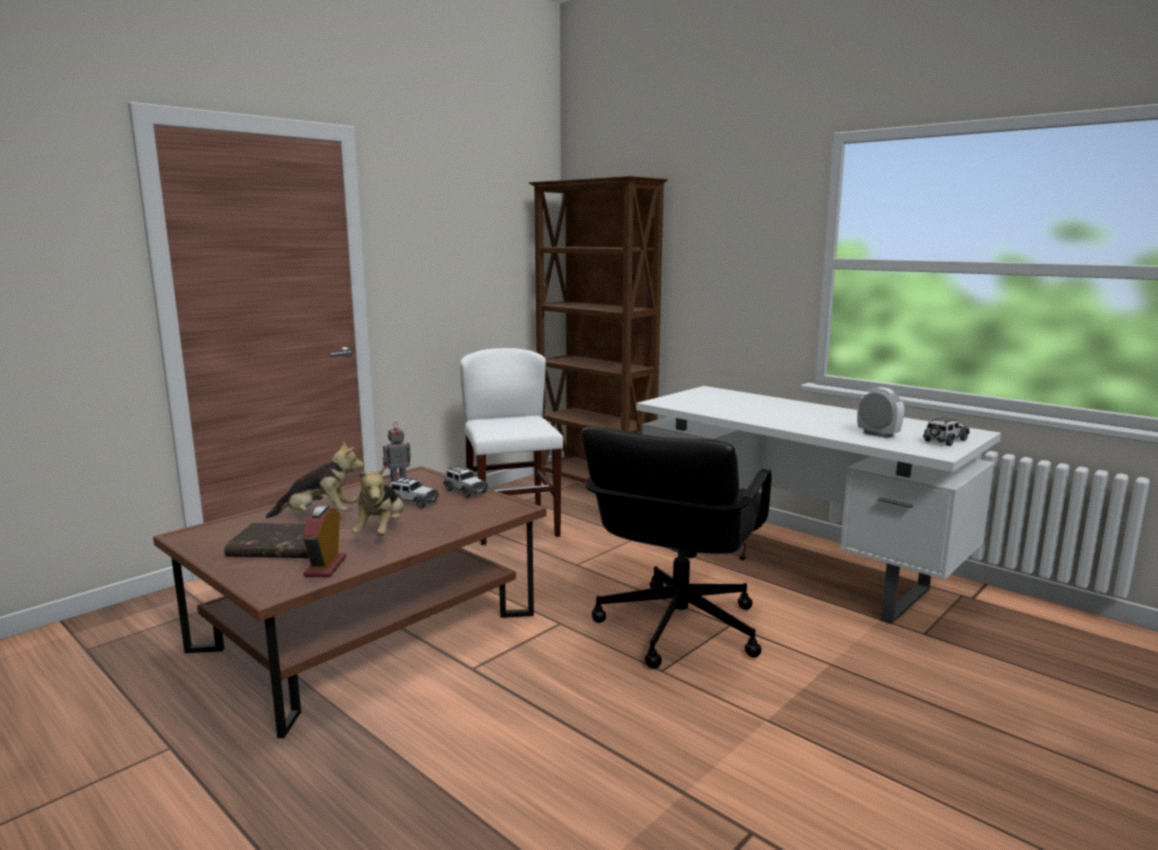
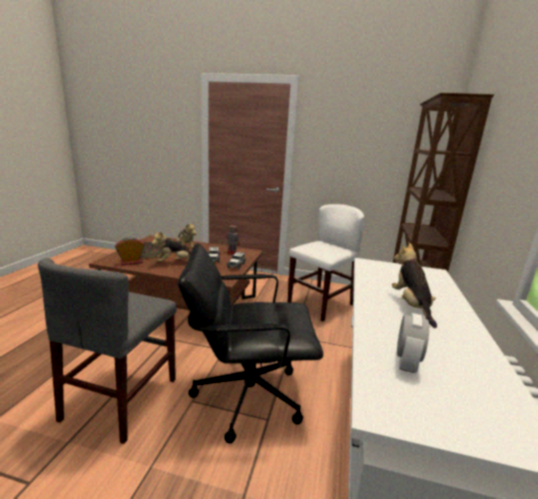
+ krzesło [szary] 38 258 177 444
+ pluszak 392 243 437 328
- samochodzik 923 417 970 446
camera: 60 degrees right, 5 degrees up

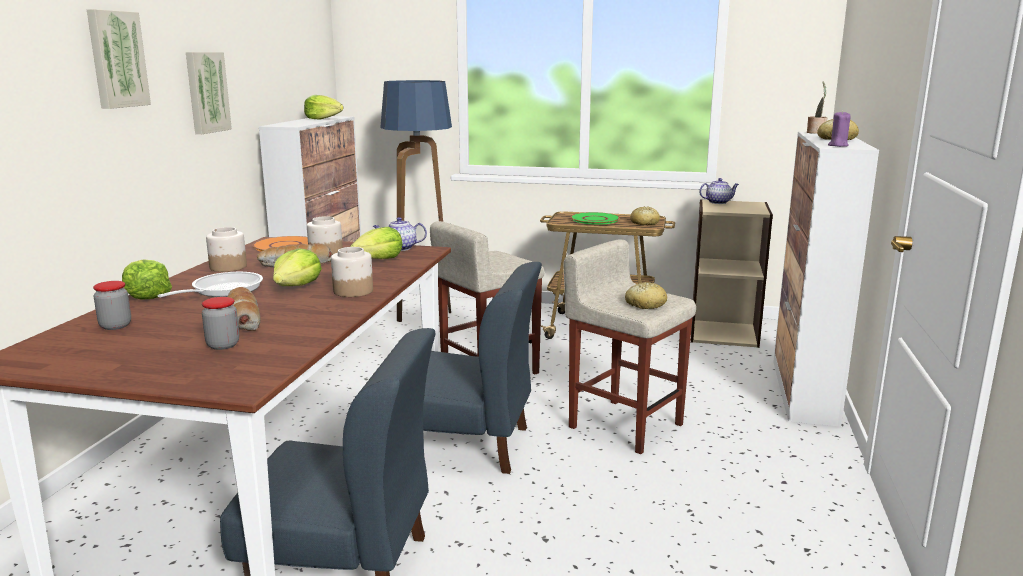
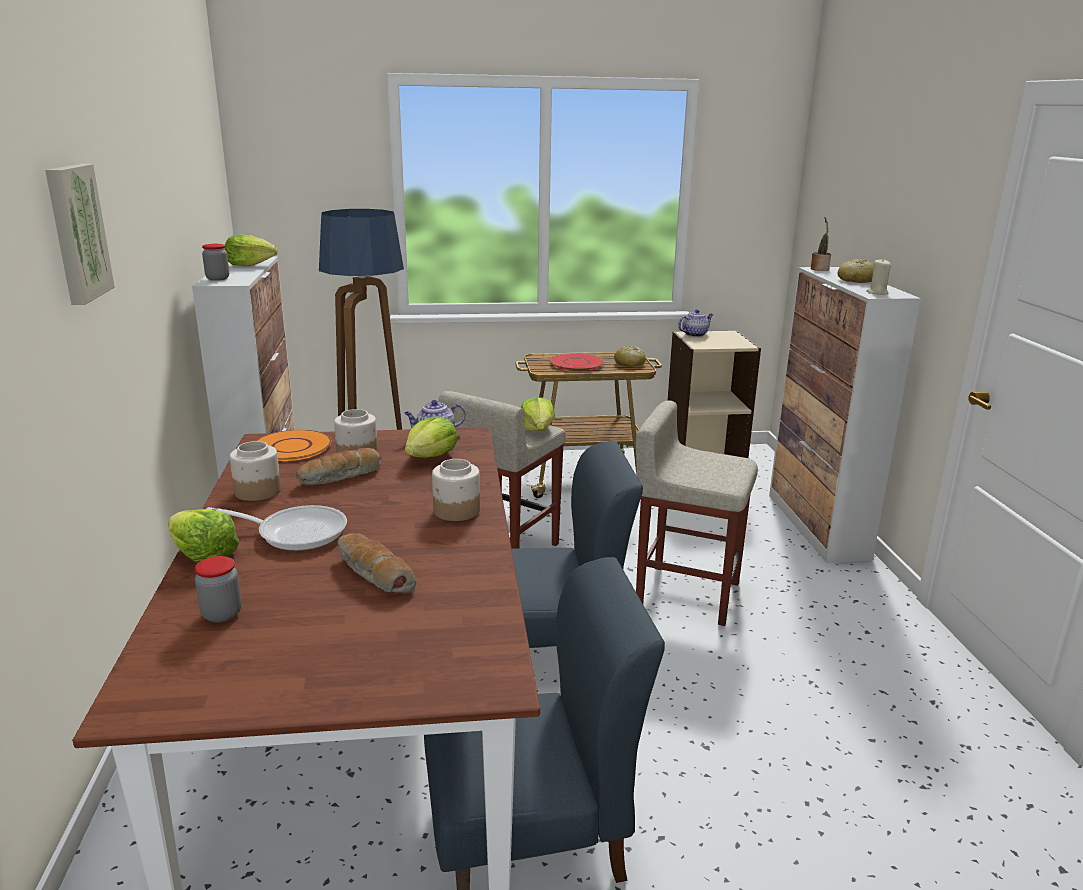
~ słoik 202 297 239 350 to 202 244 229 281
~ patelnia 158 272 263 297 = 207 505 347 551 90 degrees clockwise
~ sałata 273 248 322 286 to 521 397 555 431
~ talerz [zielony] 570 212 620 225 to talerz [czerwony] 550 353 604 371
~ świeca [fioletowy] 828 111 851 147 to świeca [beżowy] 866 259 891 295
- obraz 186 52 232 134
- chleb 625 282 667 309
camera: 20 degrees left, 5 degrees up

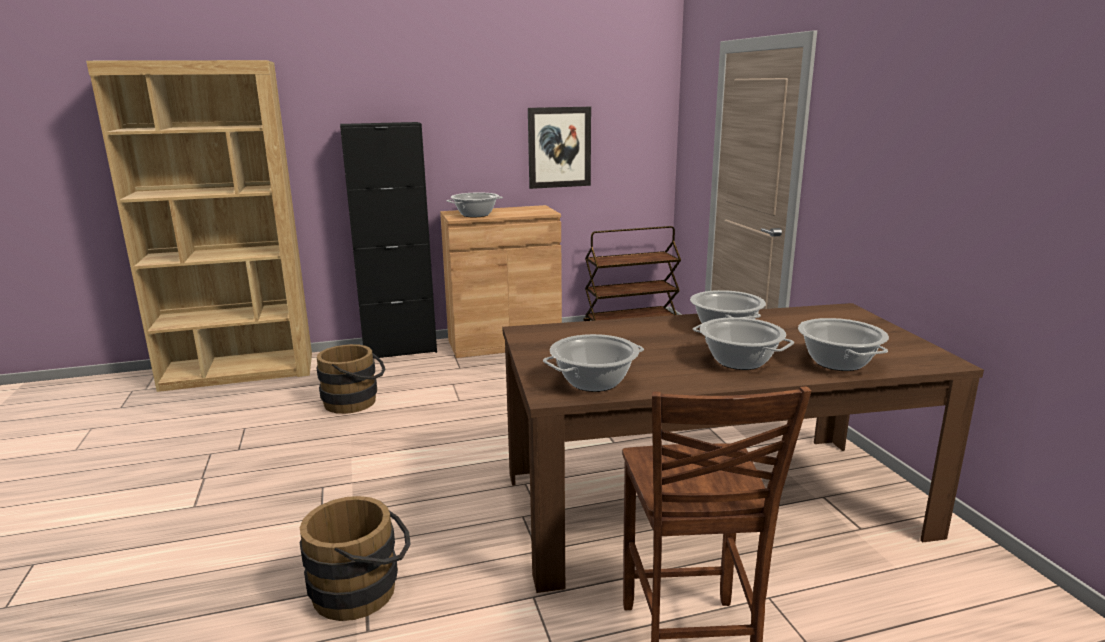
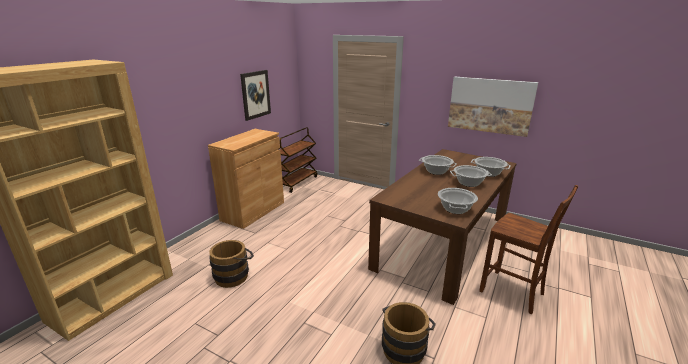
+ obraz 448 77 538 137
- szafka [czarny] 340 122 437 359
- garnek 446 193 503 217
camera: 45 degrees left, 5 degrees up

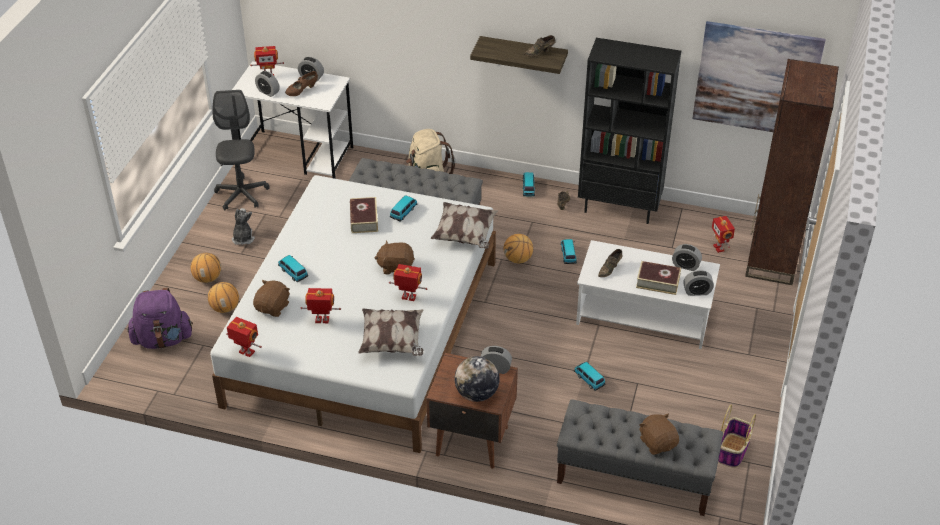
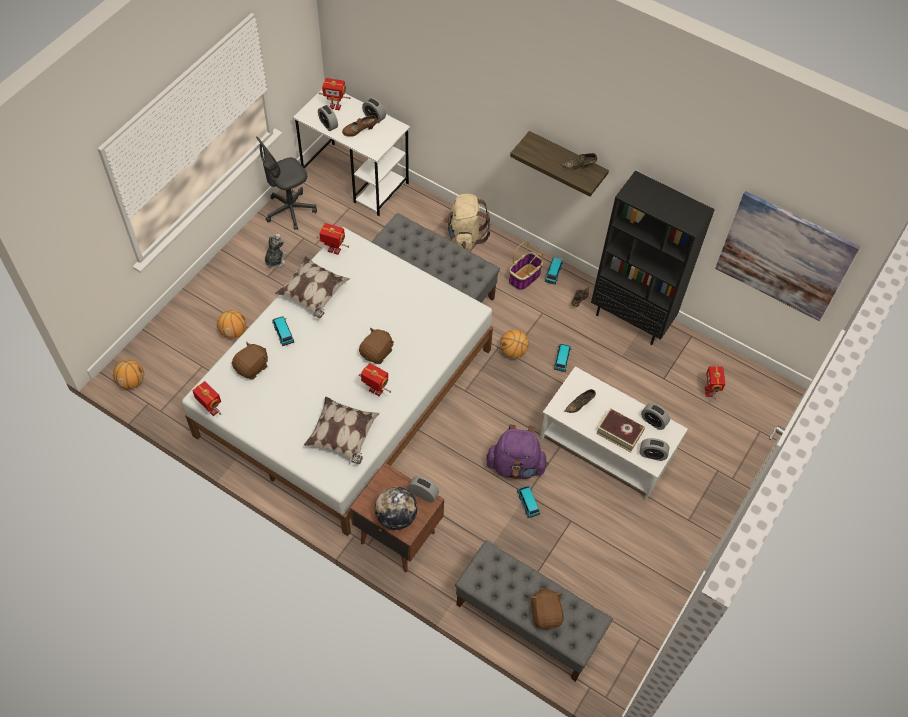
~ piłka do koszykówki 190 253 221 283 to 113 360 144 389
~ krzesło biurowe [szary] 212 90 270 210 = 256 136 317 230 135 degrees counterclockwise
~ poduszka 431 202 498 249 to 275 256 350 318
~ robot zabawkowy 300 288 341 323 to 316 223 349 255
~ pluszak [brązowy] 374 240 415 274 = 359 327 394 364 105 degrees clockwise
~ plecak [fioletowy] 128 288 193 349 to 486 425 548 479
~ koszyk 718 404 756 468 to 509 241 543 290
- książka 350 197 378 233
- samochodzik 390 195 418 222
- regał [brązowy] 745 59 839 285
camera: 15 degrees right, 15 degrees up

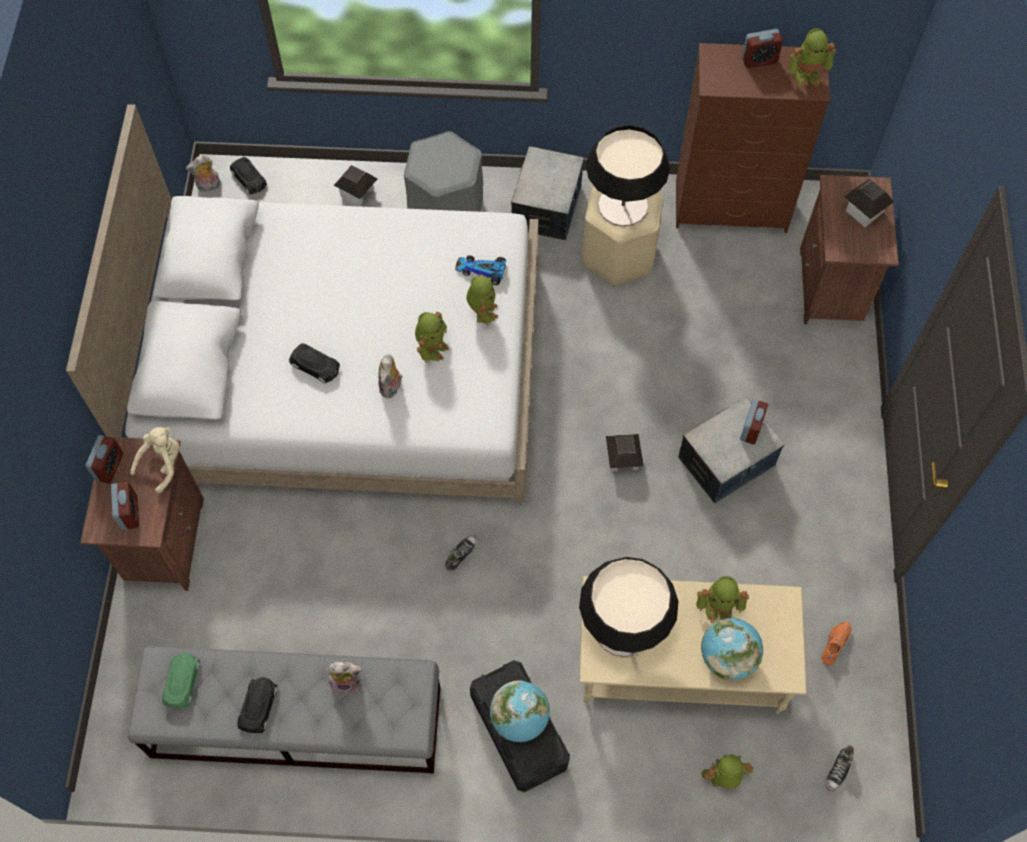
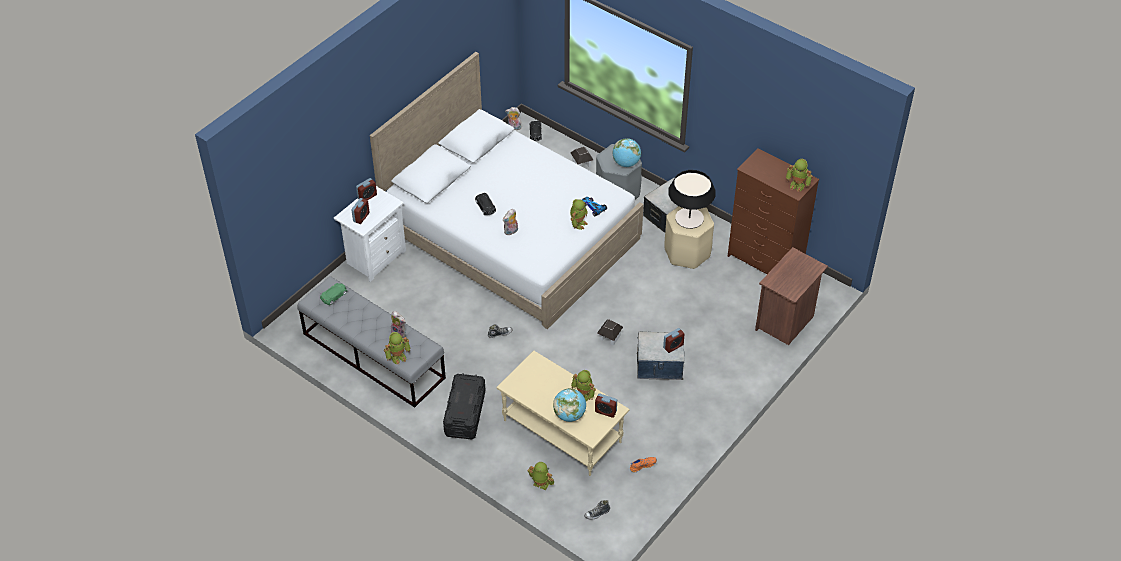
~ szafka nocna [brązowy] 80 437 204 591 to szafka nocna [biały] 334 186 406 282
~ robot zabawkowy 415 312 449 363 to 384 332 410 364
~ budzik 742 29 783 68 to 595 393 617 418
~ globus 490 681 550 742 to 612 138 641 167
- pluszak [beżowy] 130 427 179 493
- samochodzik [czarny] 237 677 277 734
- lampa stołowa 579 557 678 657
- domek 844 179 894 227
camera: 35 degrees right, 15 degrees down

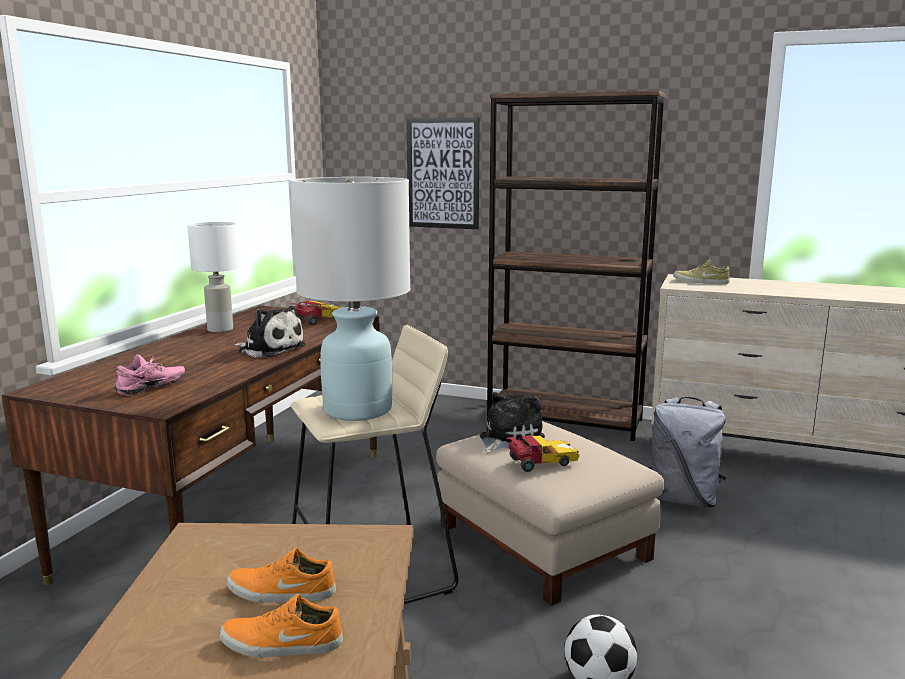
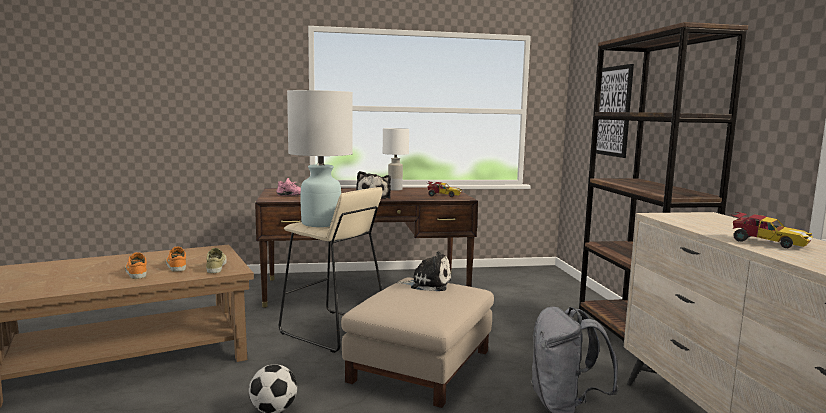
~ but [beżowy] 673 259 730 284 to 206 248 227 273
~ samochodzik 506 435 580 472 to 730 212 813 248
camera: 60 degrees right, 5 degrees down

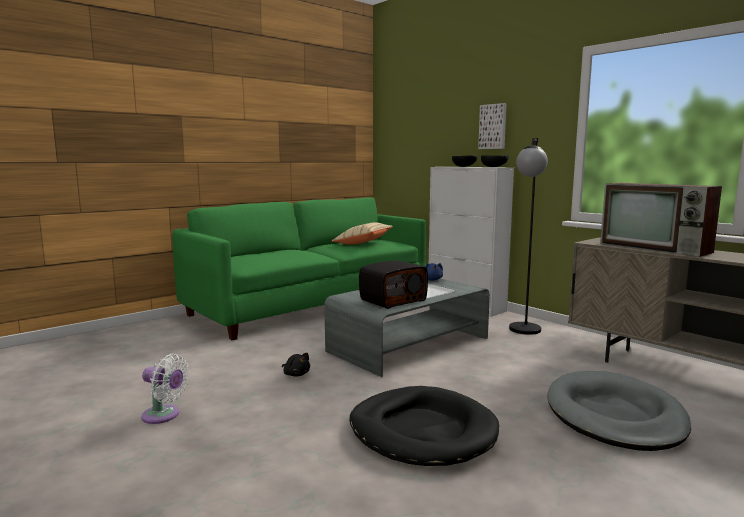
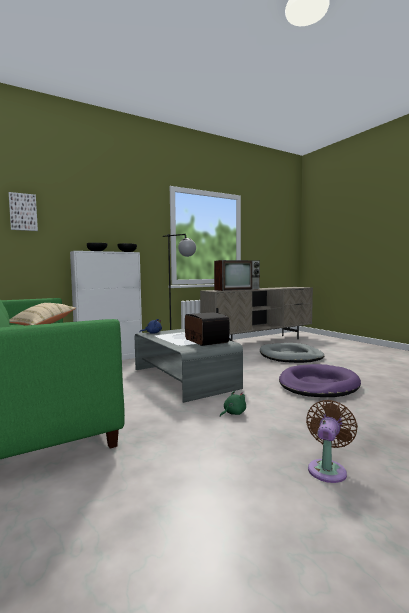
~ obraz 478 103 507 149 to 9 192 38 231
~ pluszak [czarny] 282 353 310 377 to pluszak [zielony] 220 391 246 417
~ legowisko [czarny] 349 386 499 466 to legowisko [fioletowy] 279 364 361 397
~ wentylator [biały] 141 354 189 424 to wentylator [brązowy] 306 400 358 483
camera: 80 degrees left, 5 degrees down

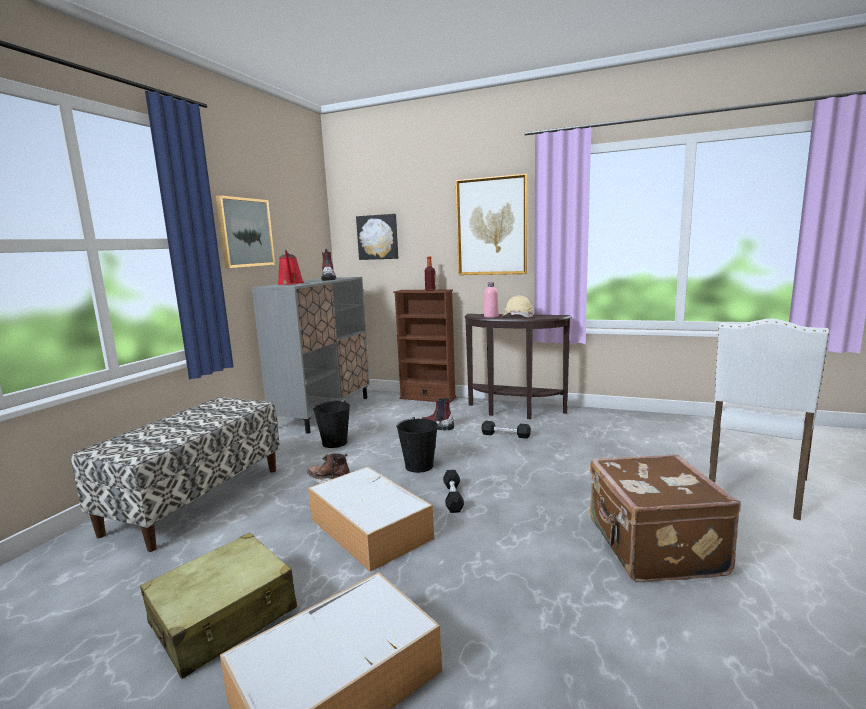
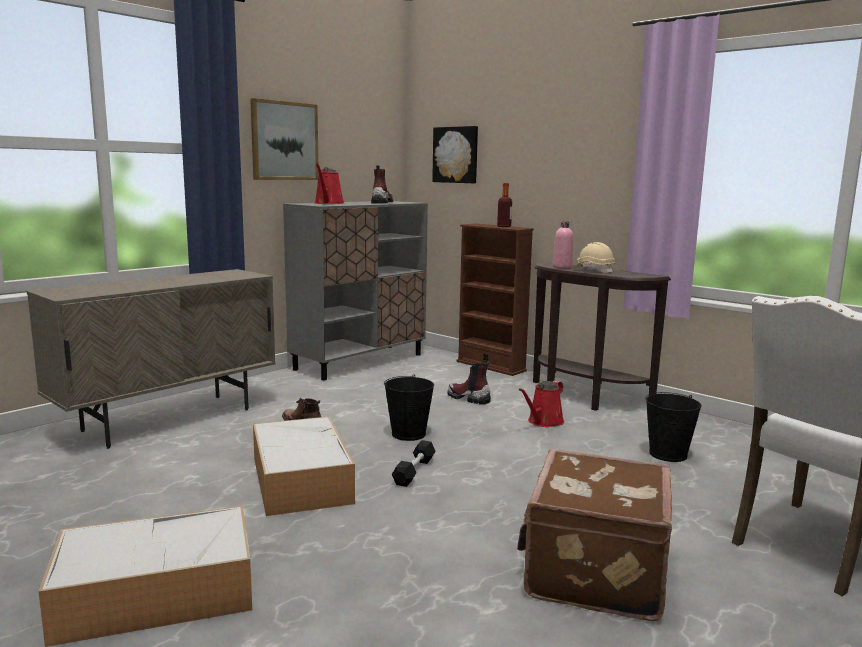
~ ławka 71 397 280 552 to szafka [beżowy] 27 269 275 449
~ hantel [czarny] 482 421 531 439 to konewka [czerwony] 519 381 564 427
~ wiadro [czarny] 313 401 350 448 to 645 392 702 462
- walizka [beżowy] 140 533 297 679
- obraz 456 174 527 275
camera: 20 degrees right, 0 degrees up

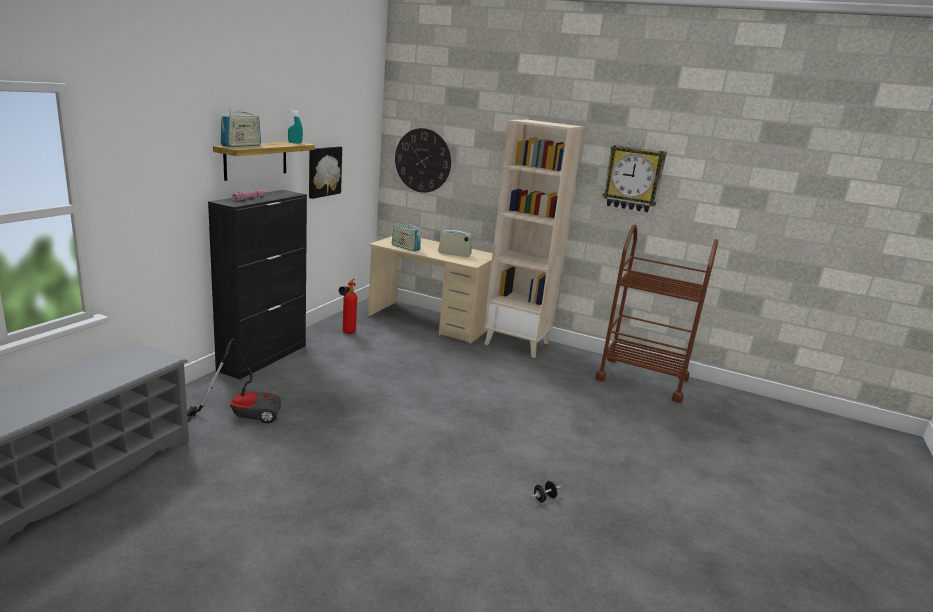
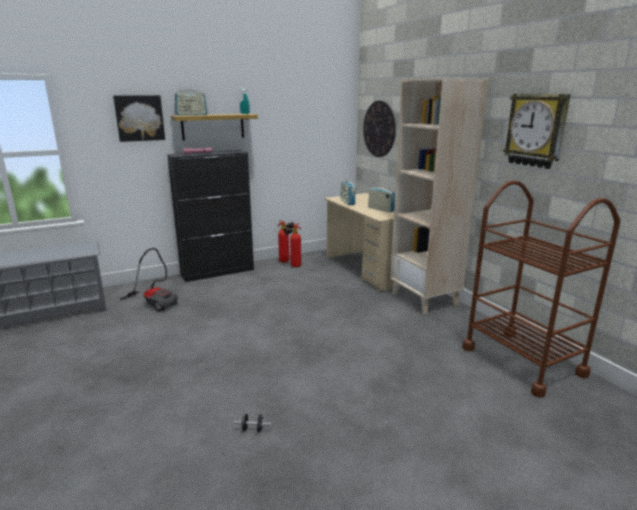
~ obraz 309 146 342 199 to 113 95 165 142
+ gaśnica 278 221 294 263
camera: 40 degrees right, 0 degrees up

